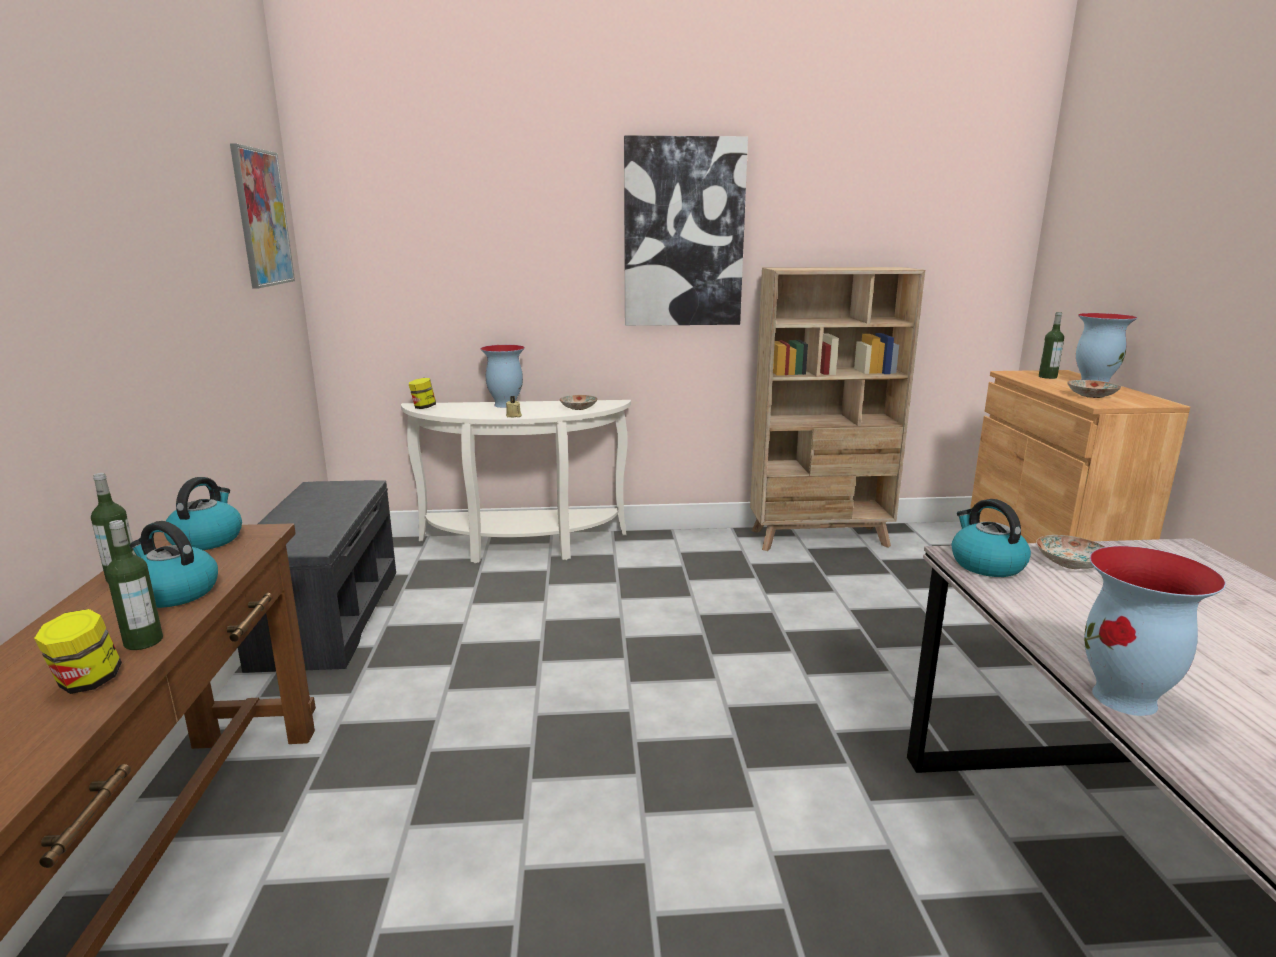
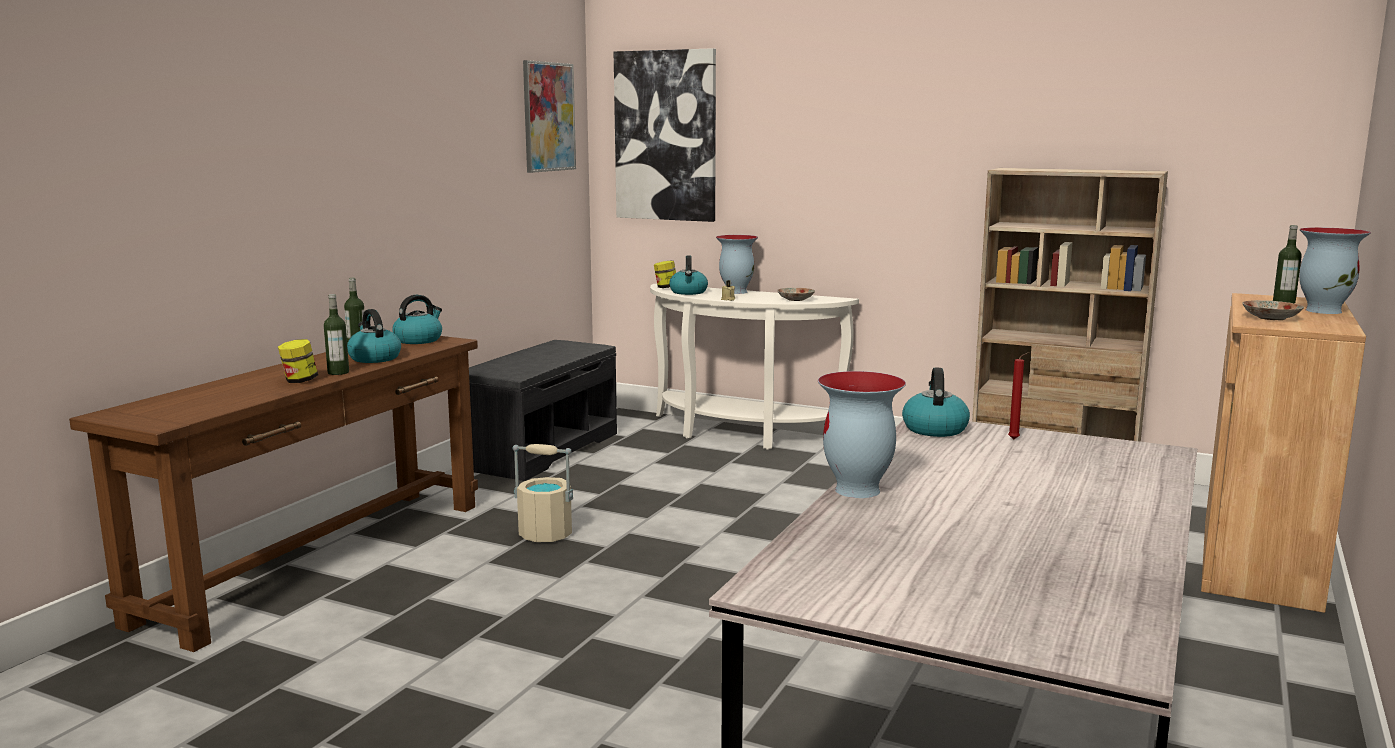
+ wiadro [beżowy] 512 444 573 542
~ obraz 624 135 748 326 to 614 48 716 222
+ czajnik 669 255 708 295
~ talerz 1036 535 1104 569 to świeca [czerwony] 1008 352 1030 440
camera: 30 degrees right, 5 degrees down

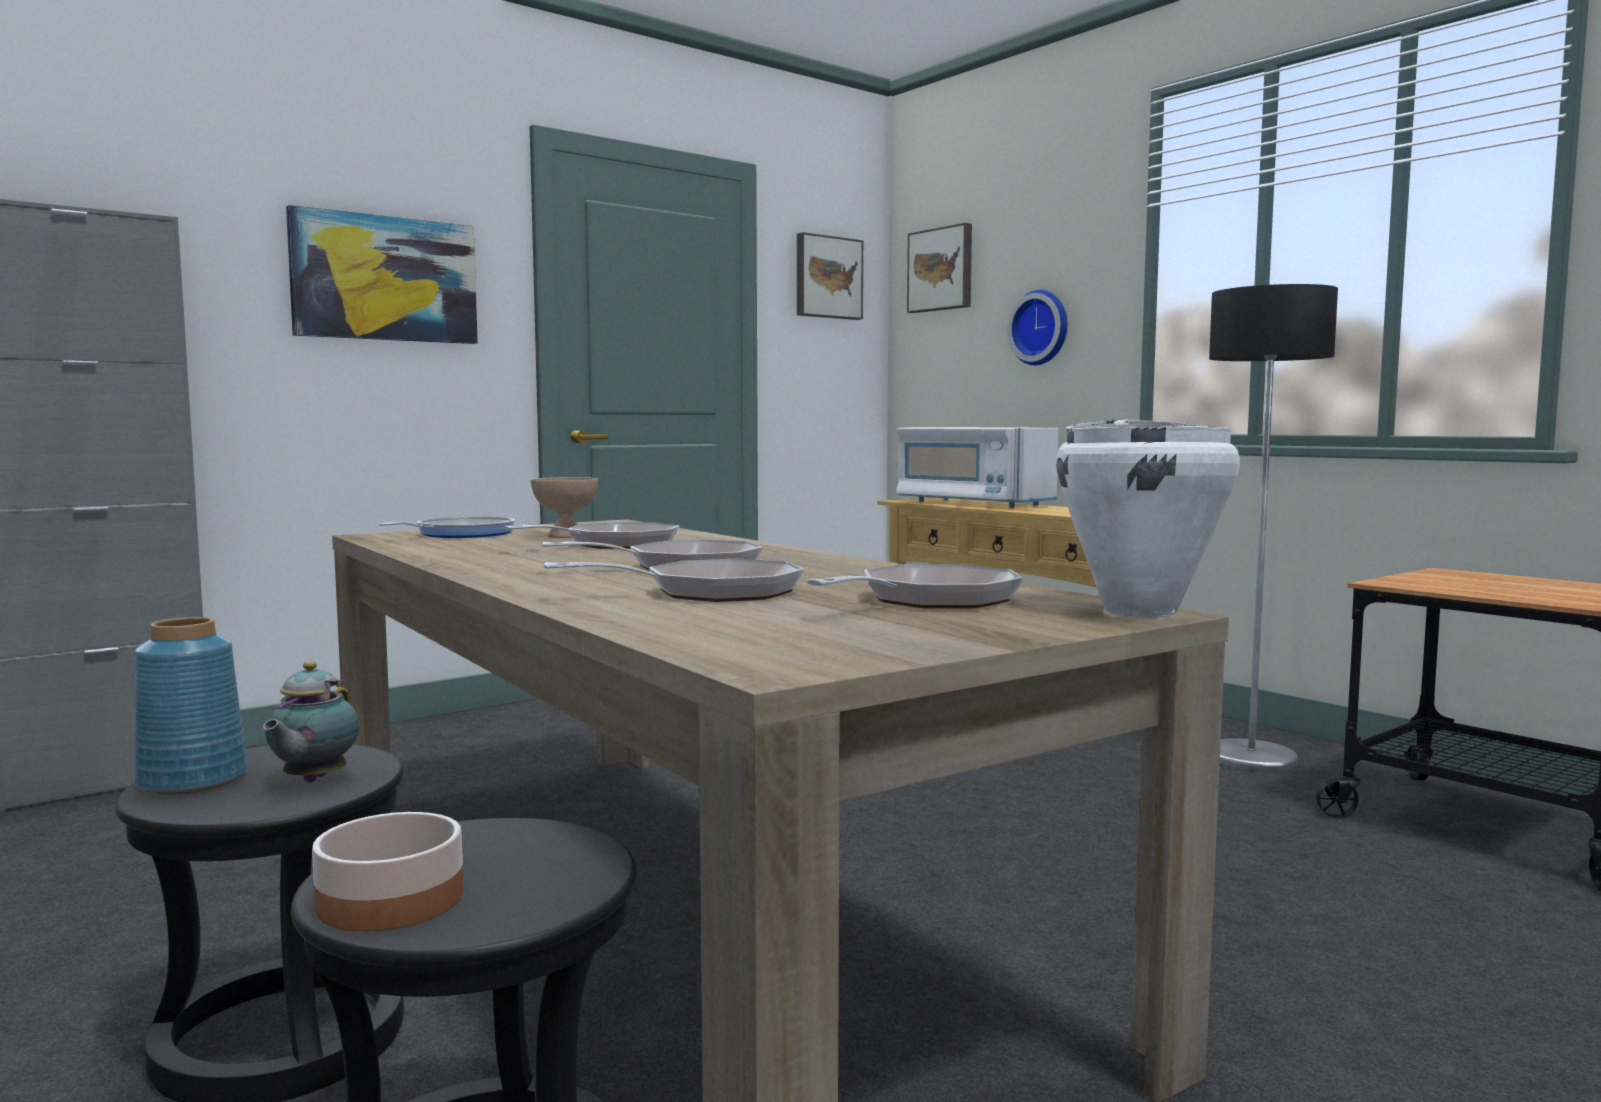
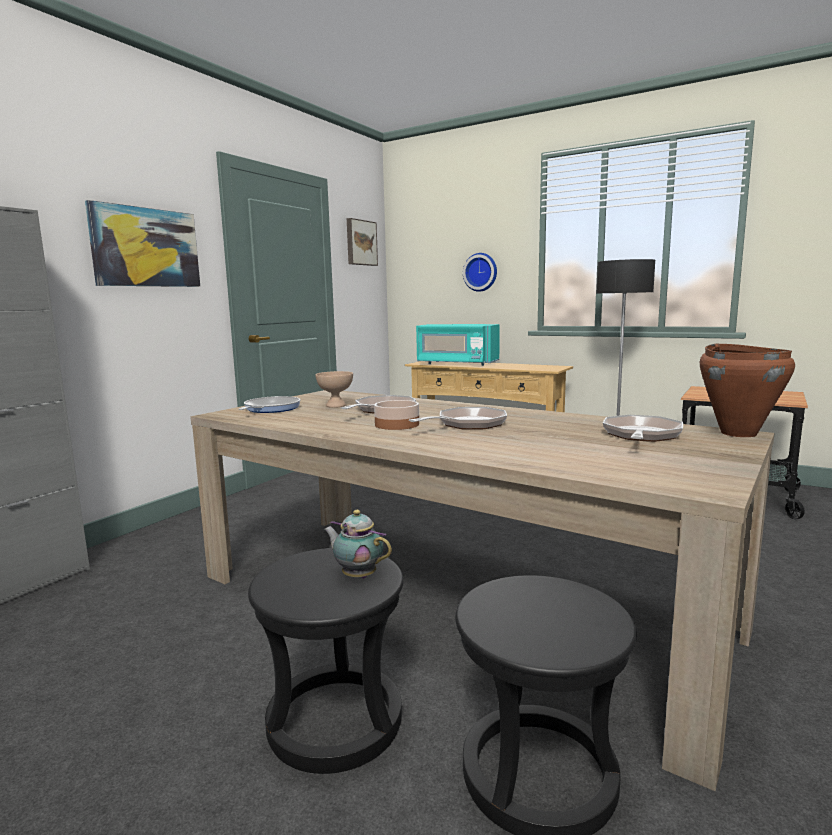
~ imbryk 263 661 359 783 = 323 510 392 578 135 degrees clockwise
~ miska 312 812 463 931 to 374 400 419 430
~ mikrofalówka [biały] 896 427 1059 508 to mikrofalówka [turkusowy] 416 324 500 366
~ garnek [biały] 1056 419 1240 618 to garnek [brązowy] 700 344 795 437
- wazon [niebieski] 134 617 248 795
- patelnia 544 559 804 602
- obraz 907 223 972 313
camera: 20 degrees left, 5 degrees up

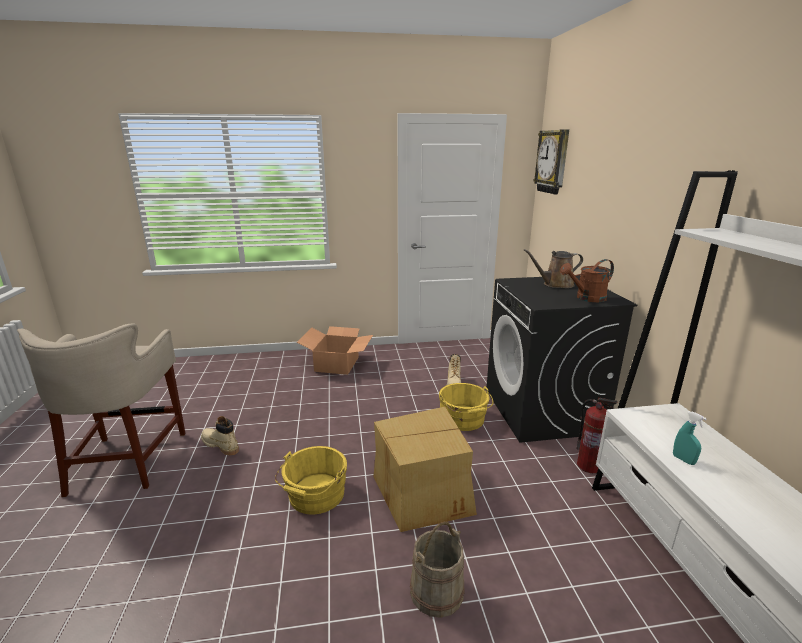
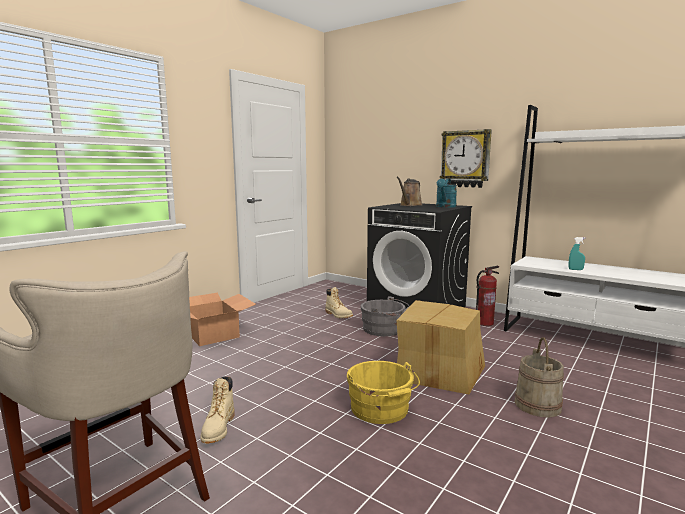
~ but z cholewką [beżowy] 201 416 239 455 = 201 376 235 444 75 degrees counterclockwise
~ wiadro [żółty] 439 383 494 431 to wiadro [szary] 361 296 410 336
~ konewka [brązowy] 560 259 614 302 to konewka [turkusowy] 436 178 457 208
~ zegar ścienny 534 129 569 195 to 440 129 492 188
camera: 45 degrees left, 10 degrees down

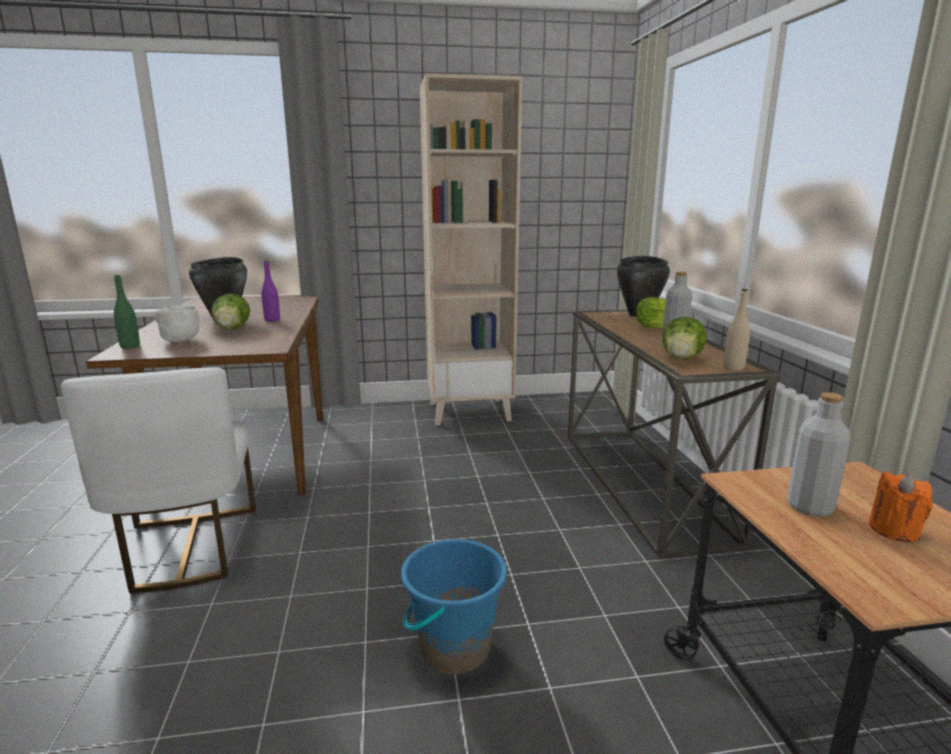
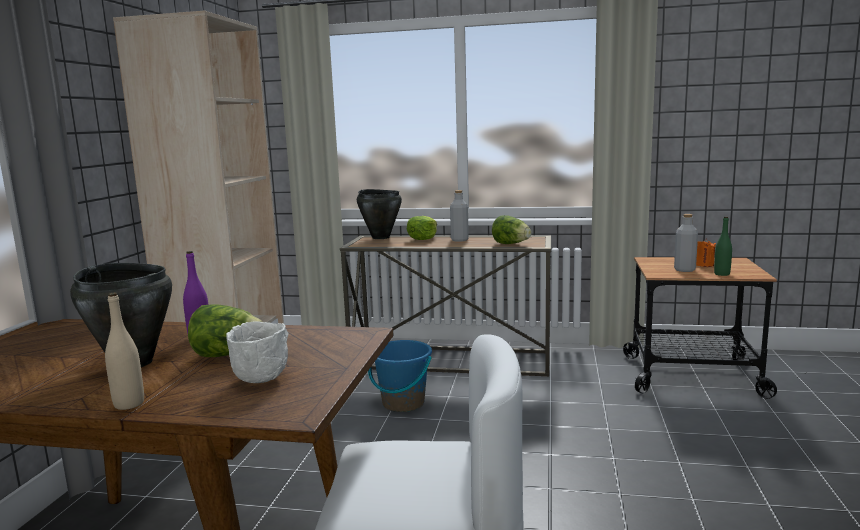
~ butelka [beżowy] 724 289 750 371 to 105 293 144 410
~ wiadro [niebieski] 401 539 507 674 to 368 340 432 412
~ butelka [zielony] 114 275 140 349 to 714 216 732 276
camera: 70 degrees left, 5 degrees down

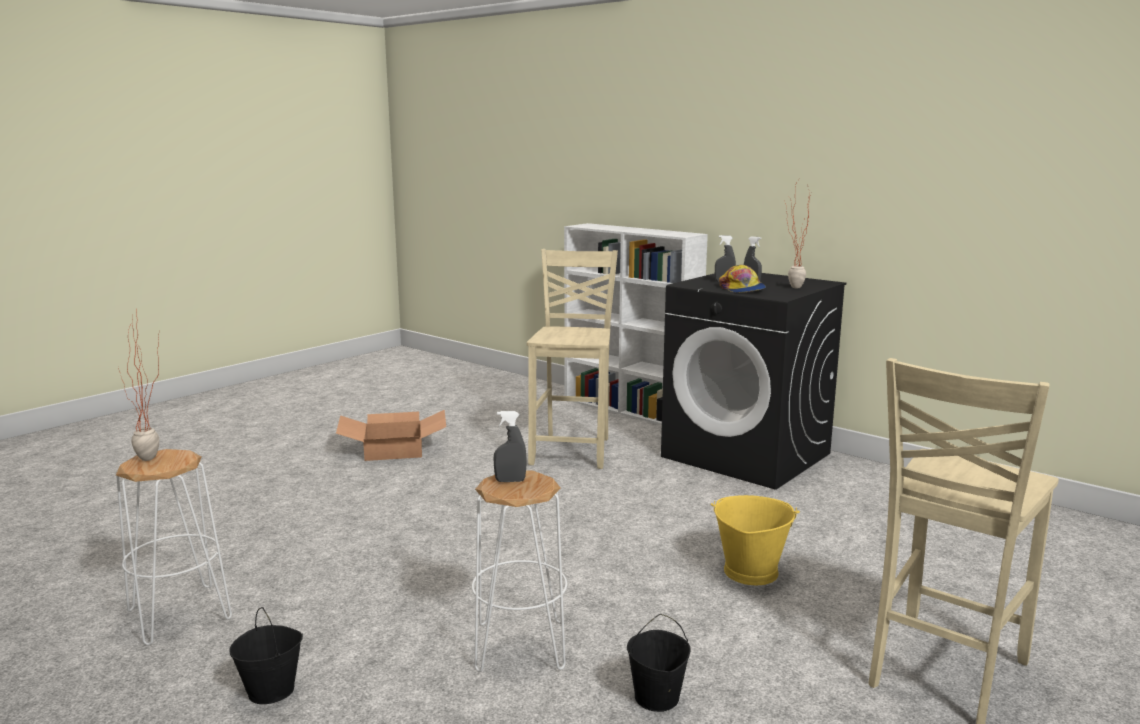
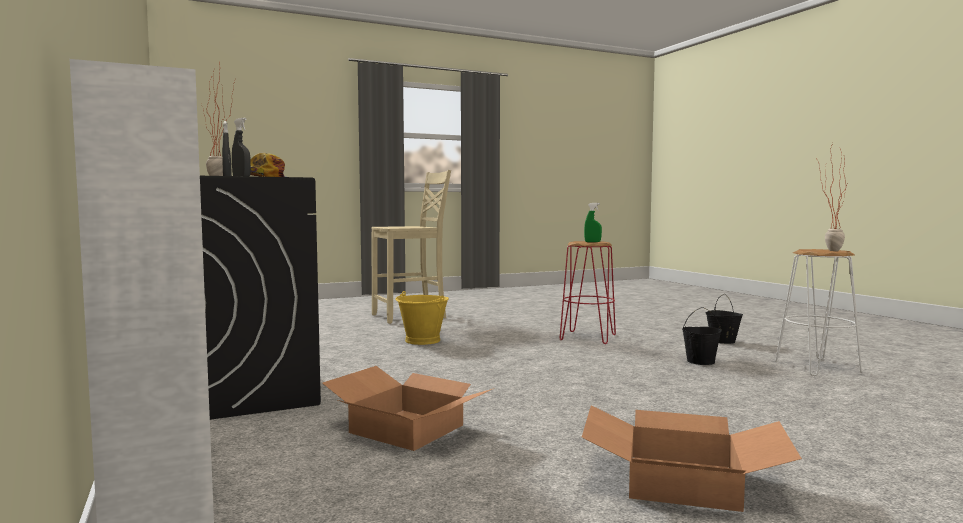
~ krzesło [beżowy] 527 249 618 469 to karton 323 366 492 451
~ stołek [biały] 472 471 567 672 to stołek [czerwony] 560 241 616 344
~ spryskiwacz [szary] 493 411 527 482 to spryskiwacz [zielony] 584 203 602 242
~ wiadro [czarny] 627 614 691 712 to 682 307 722 365
camera: 155 degrees left, 10 degrees down

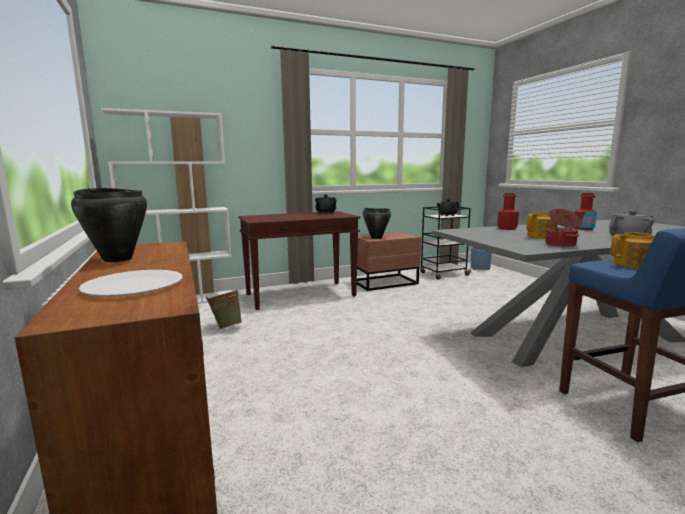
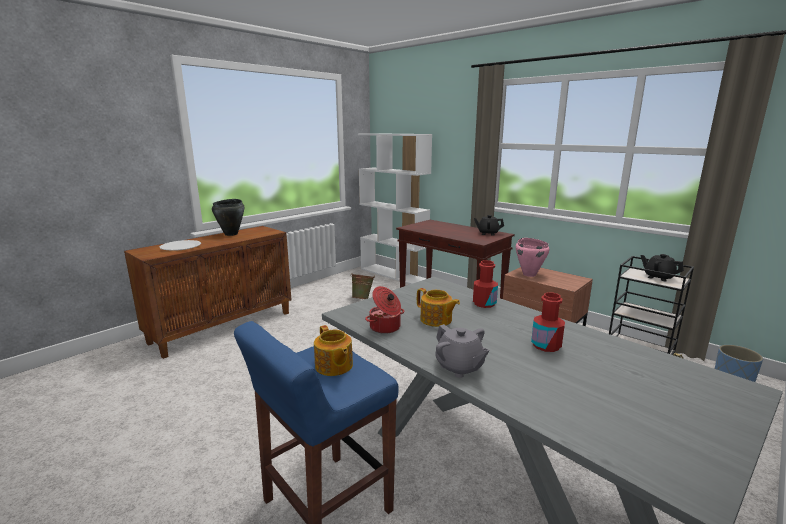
~ garnek [czarny] 363 208 391 239 to garnek [różowy] 516 238 549 277
camera: 65 degrees right, 5 degrees up

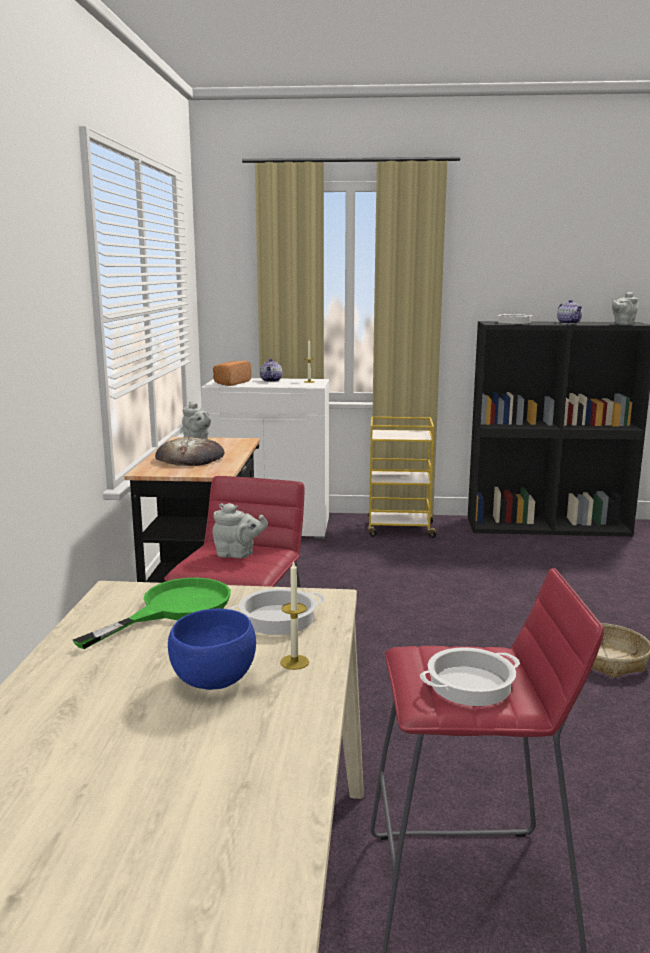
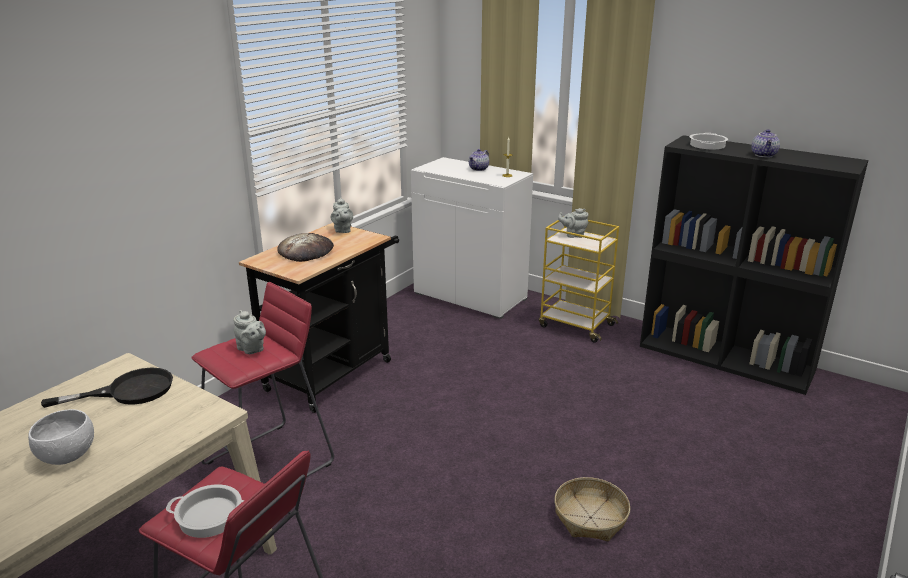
~ miska [niebieski] 168 609 256 690 to miska [biały] 28 409 94 465
~ patelnia [zielony] 73 578 231 649 to patelnia [czarny] 41 368 173 408
~ imbryk [szary] 612 292 638 325 to 558 208 588 238
- chleb 213 361 251 386
- garnek 229 588 325 635
- świeca 280 560 309 670
camera: 30 degrees right, 10 degrees up

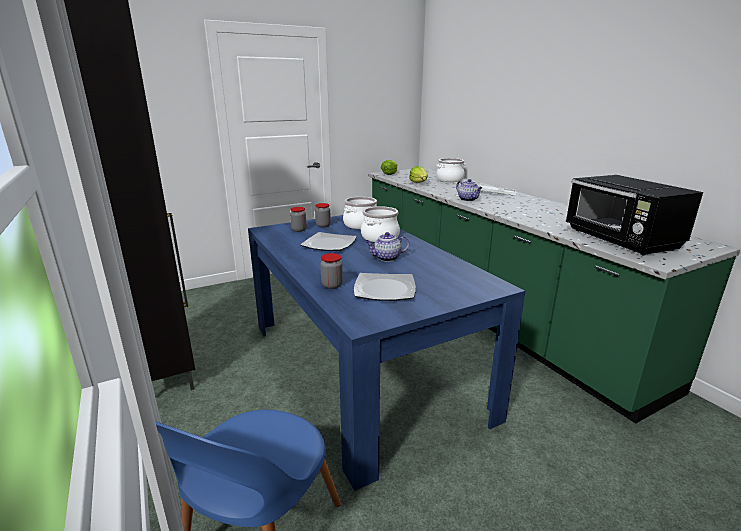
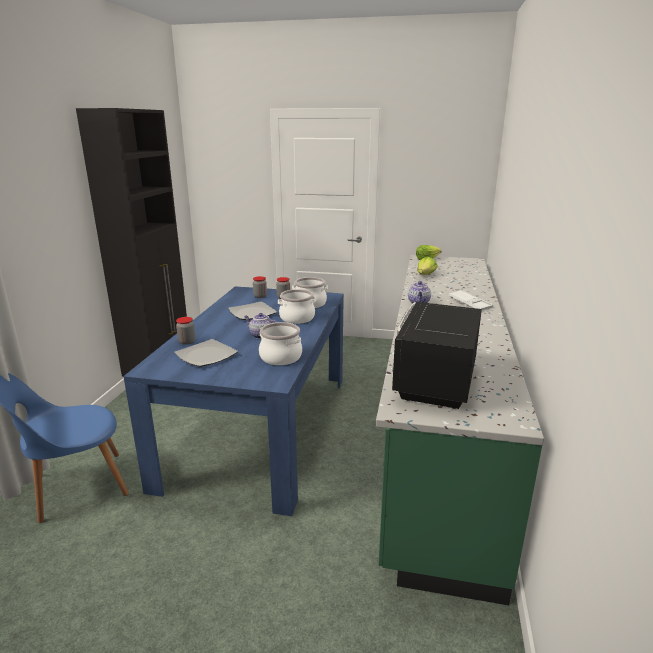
~ garnek 436 158 465 182 to 259 322 302 365
camera: 40 degrees right, 0 degrees up

